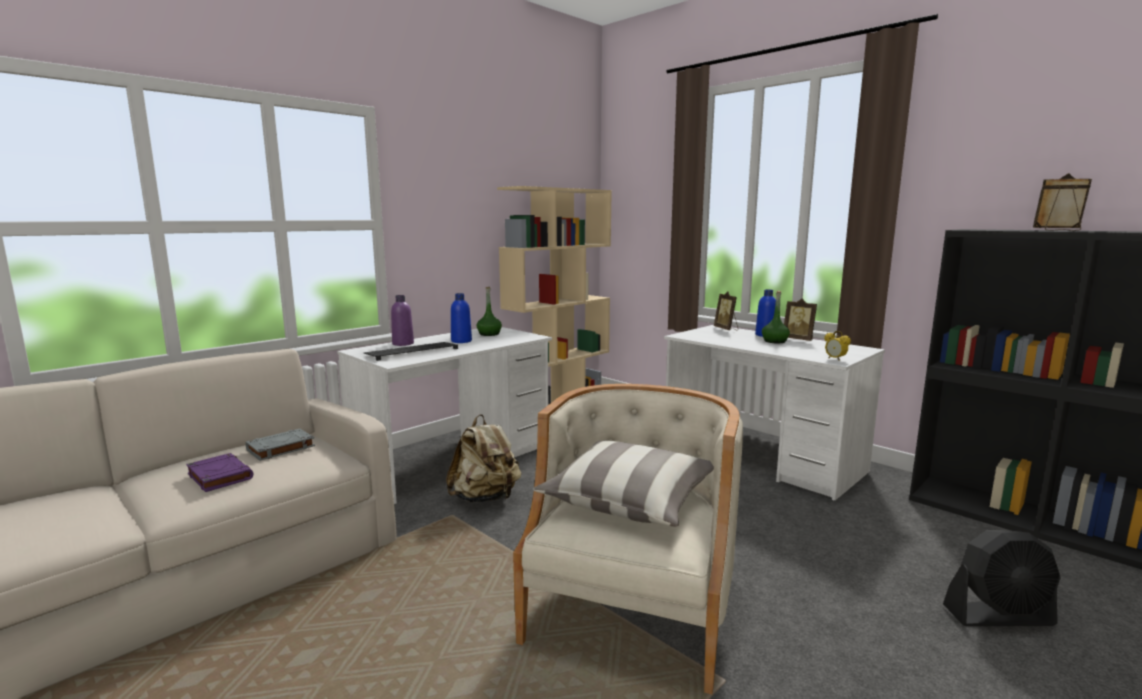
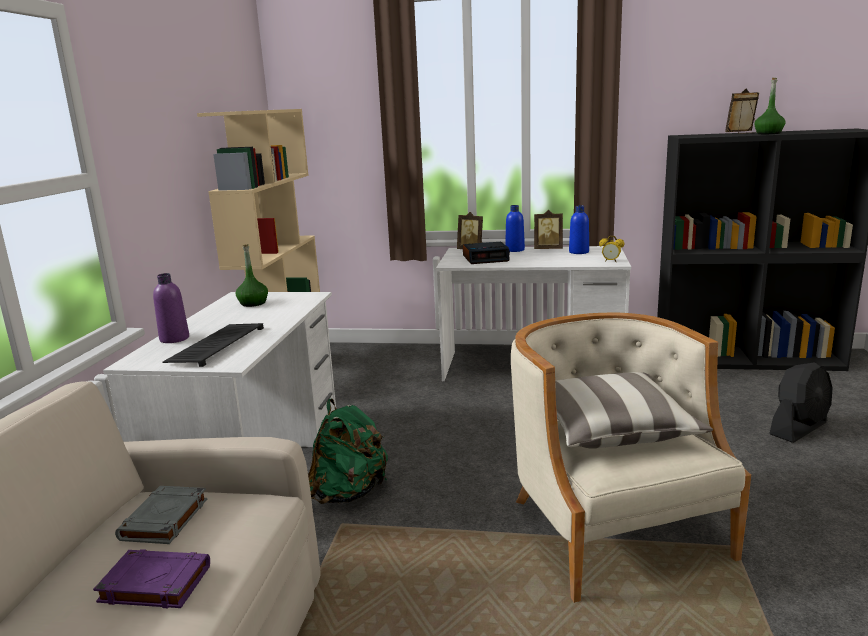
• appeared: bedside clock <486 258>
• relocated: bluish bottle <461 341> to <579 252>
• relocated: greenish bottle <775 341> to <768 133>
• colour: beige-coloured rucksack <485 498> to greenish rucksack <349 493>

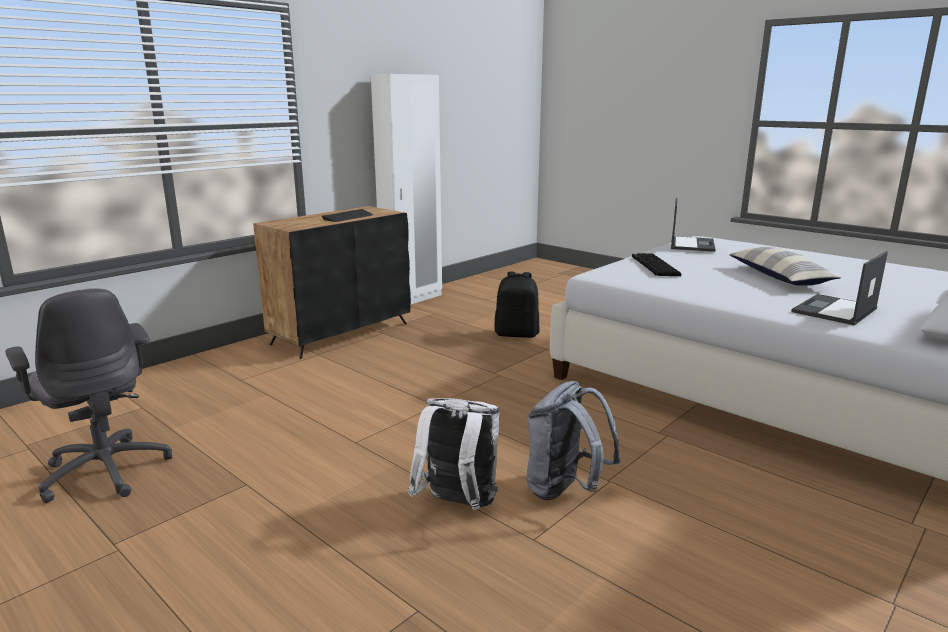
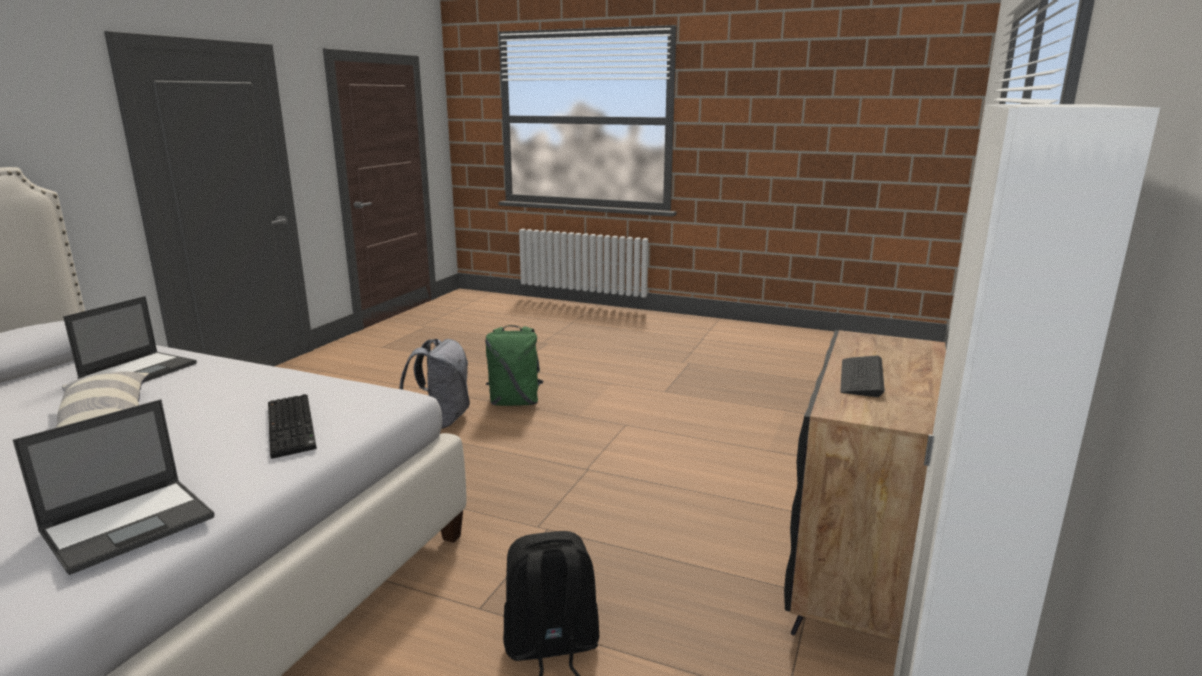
• missing: grey office chair <106 470>
• colour: white rucksack <457 505> to greenish rucksack <515 402>
• spun: notebook computer <692 244> = <130 523> 135 degrees counterclockwise

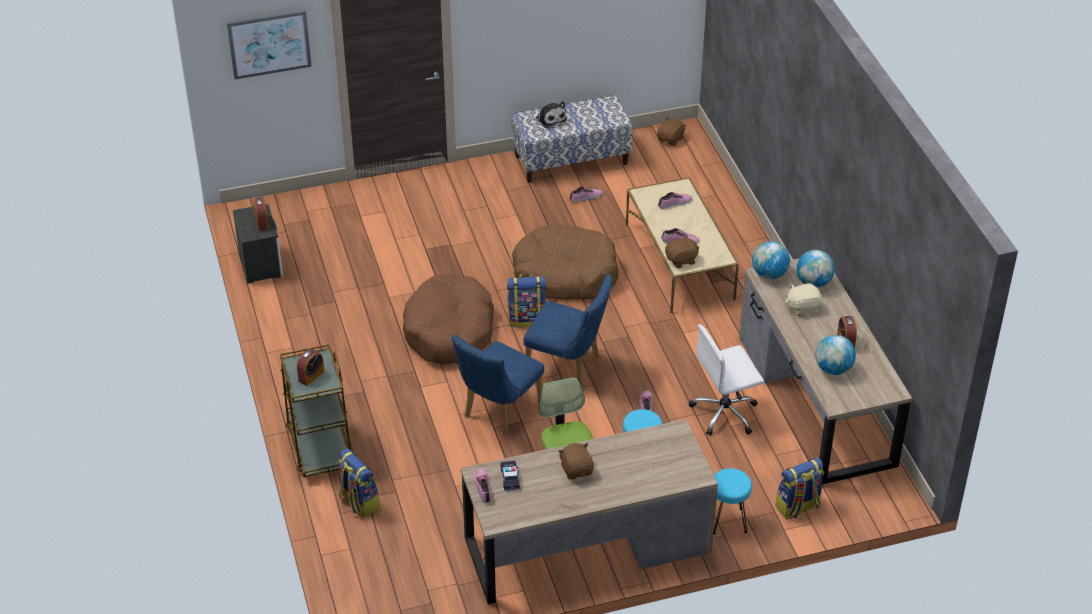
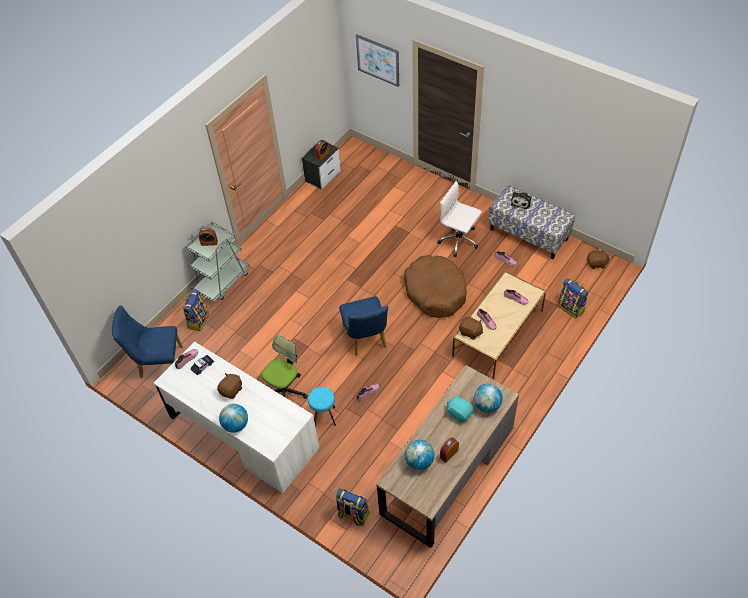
• missing: brown-coloured pet bed <449 331>
• missing: blue-green stool seat <727 521>
• relocated: bluish chair <498 412> to <157 363>
• relocated: rucksack <527 318> to <571 308>
• relocated: white office chair <725 413> to <459 241>
• relocated: desk globe <769 274> to <236 425>
• colour: brown-coloured wheeled cart <320 446> to grey wheeled cart <222 281>
• colour: brown-coloured desk <587 545> to white desk <243 432>
• colour: beige-coloured plush toy <802 307> to blue-green plush toy <459 413>

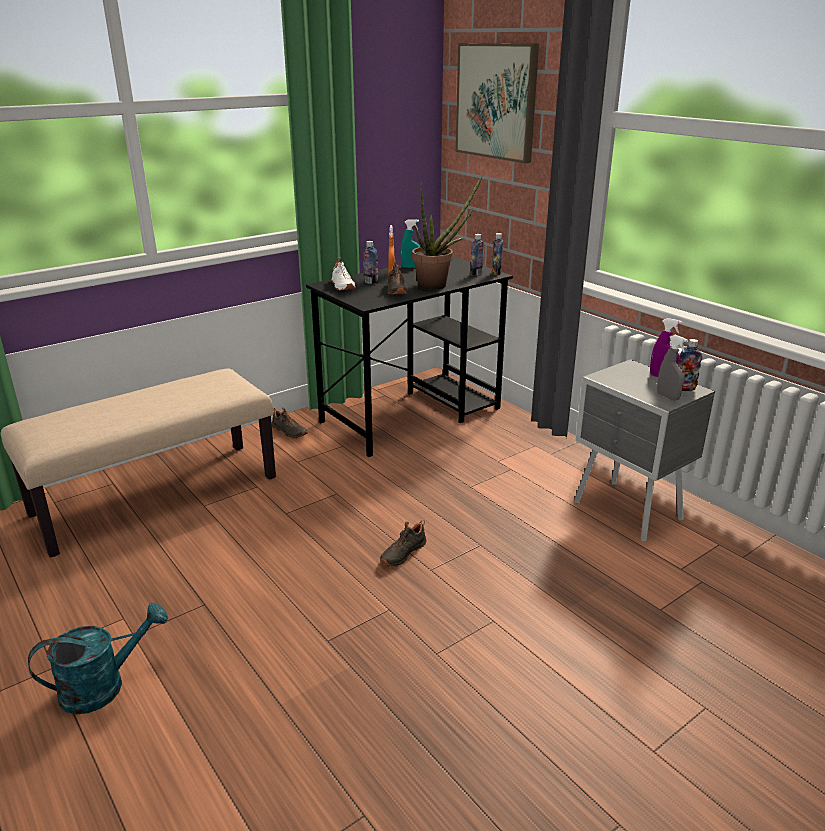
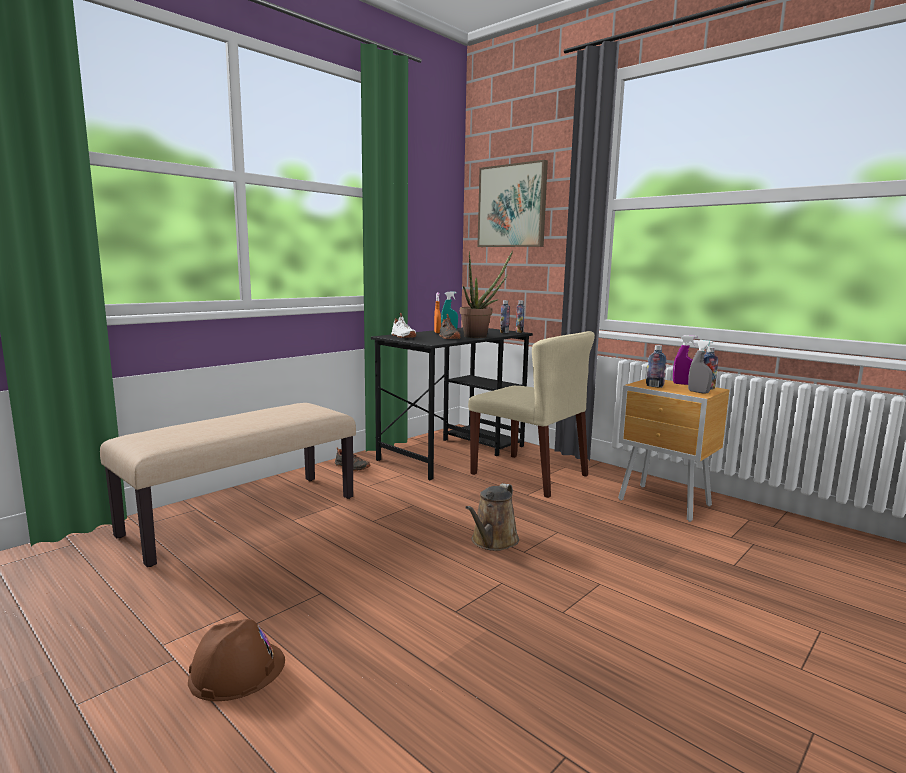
• appeared: beige-coloured chair <530 475>
• relocated: bottle <370 282> to <654 386>
• exchanged: blue-green watering can <104 686> to brown-coloured hard hat <237 670>
• exchanged: black shoe <402 553> to brown-coloured watering can <493 542>
• colour: grey bedside table <628 512> to brown-coloured bedside table <665 504>

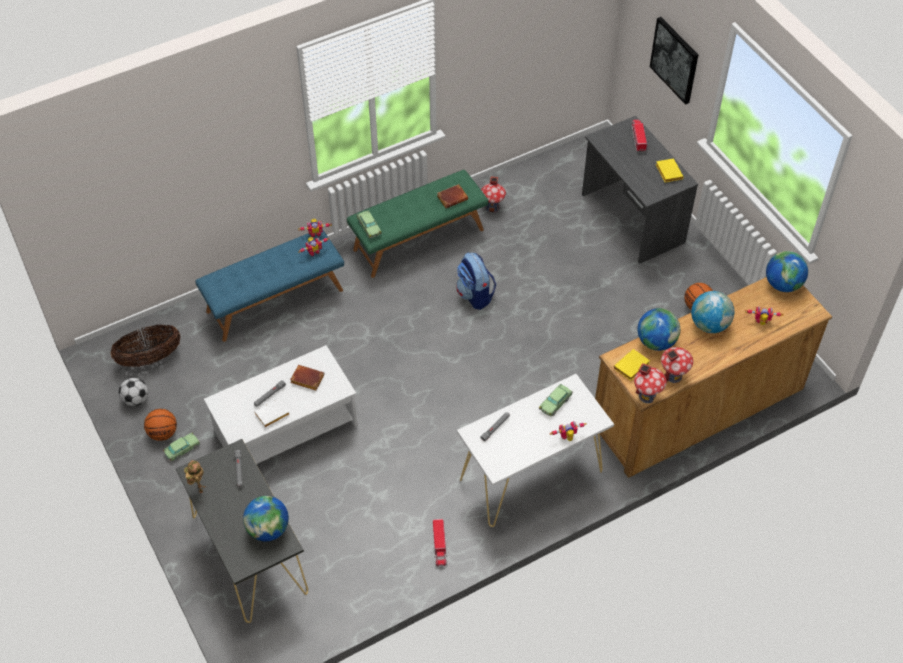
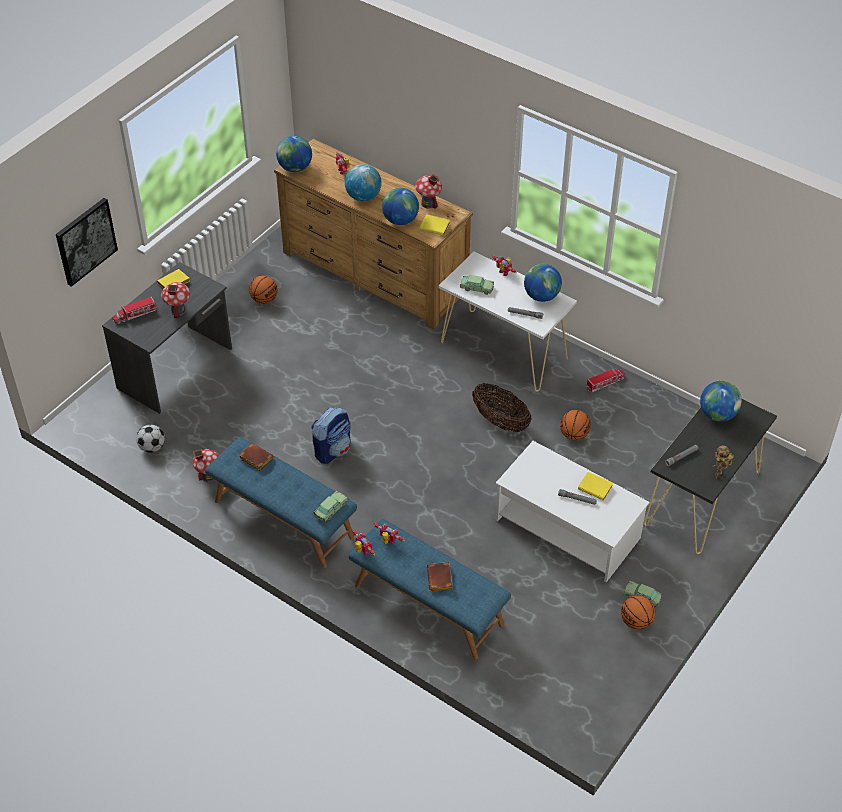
• appeared: desk globe <541 296>
• appeared: ball for basketball <574 435>
• relocated: storage basket <149 358> to <500 421>
• relocated: ball for football <135 400> to <152 447>
• relocated: brown-coloured book <306 380> to <440 579>
• relocated: model house <647 396> to <178 310>
• colour: white book <272 415> to yellow book <596 488>
• colour: greenish bench <418 239> to bluish bench <283 519>

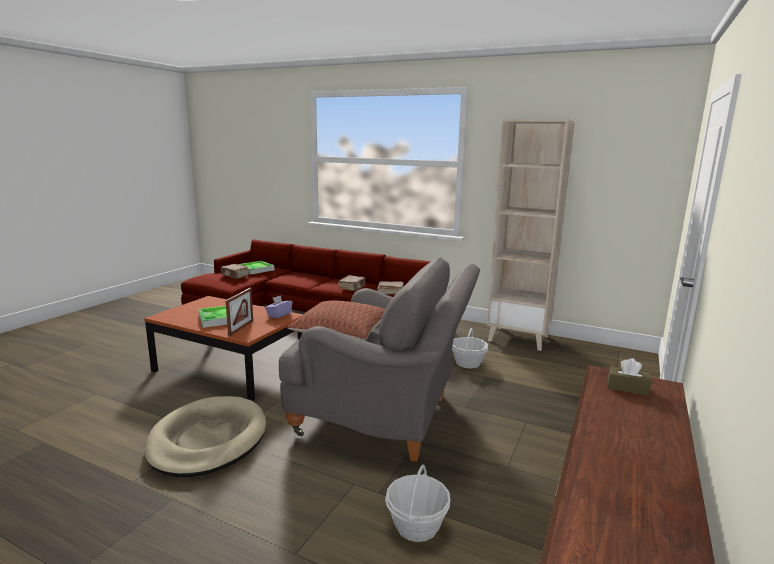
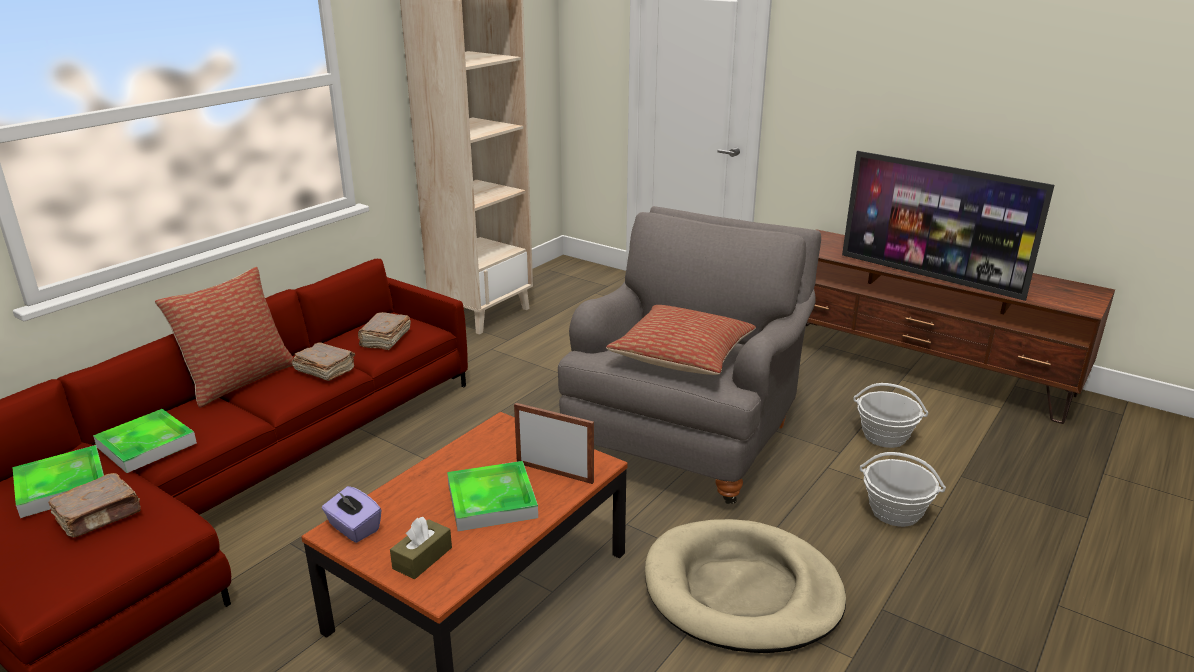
• appeared: carrying tray <146 445>
• appeared: cushion <239 380>
• appeared: television <930 276>
• relocated: purplish tissue holder <279 315> to <353 528>
• relocated: storage basket <468 363> to <895 512>
• relocated: brown-coloured tissue holder <627 388> to <422 558>

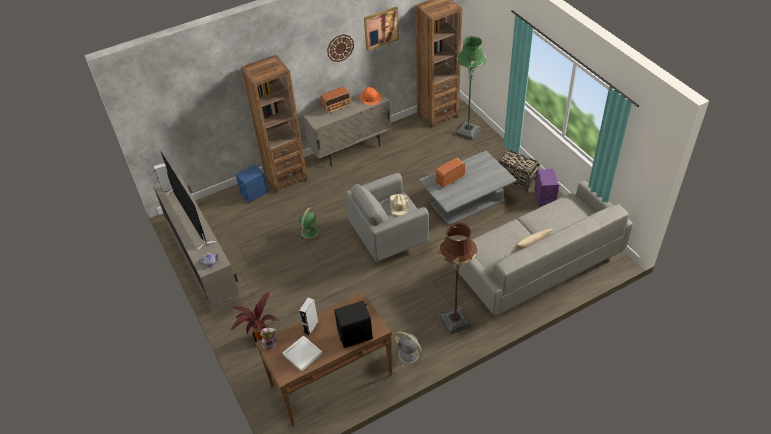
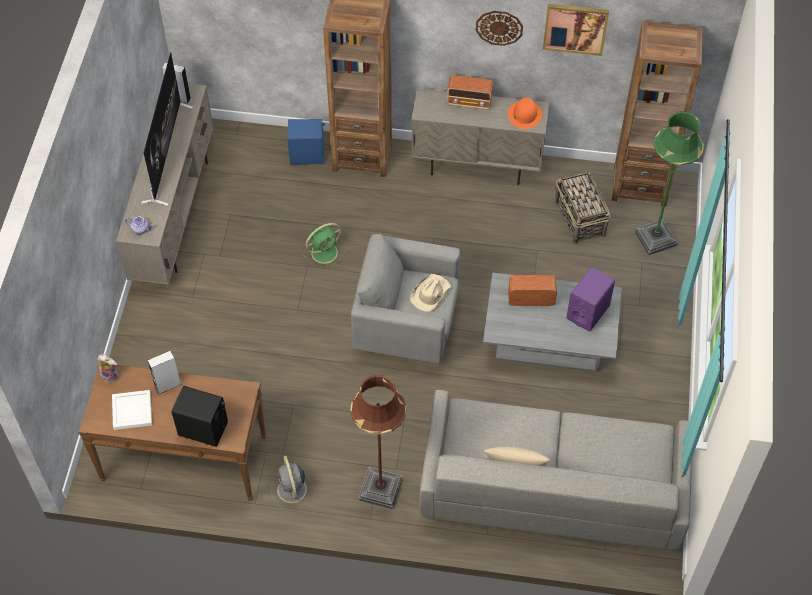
• missing: plant in a pot <261 337>
• relocated: storage basket <516 179> to <580 219>
• relocated: purplish audio speaker <544 197> to <588 312>

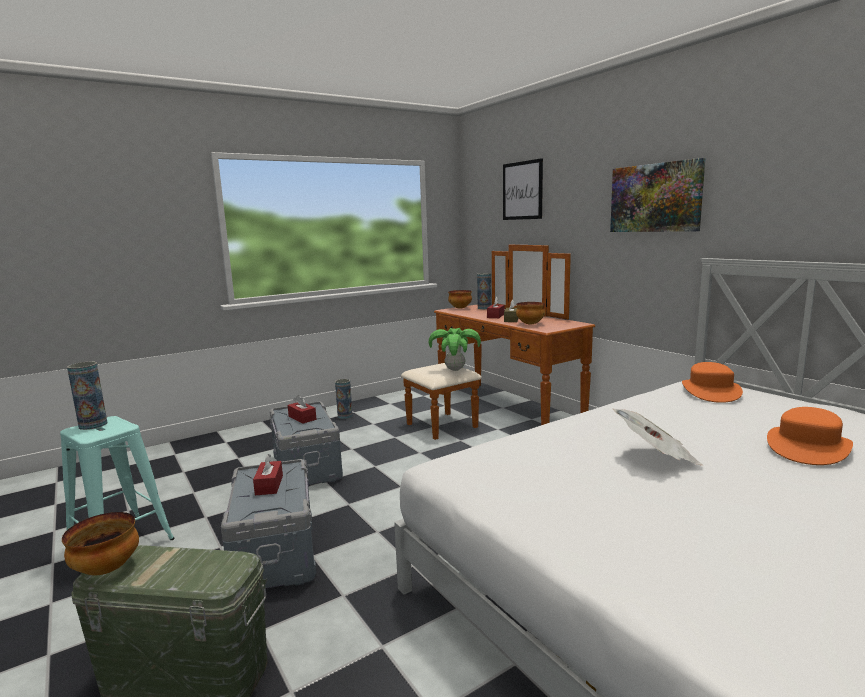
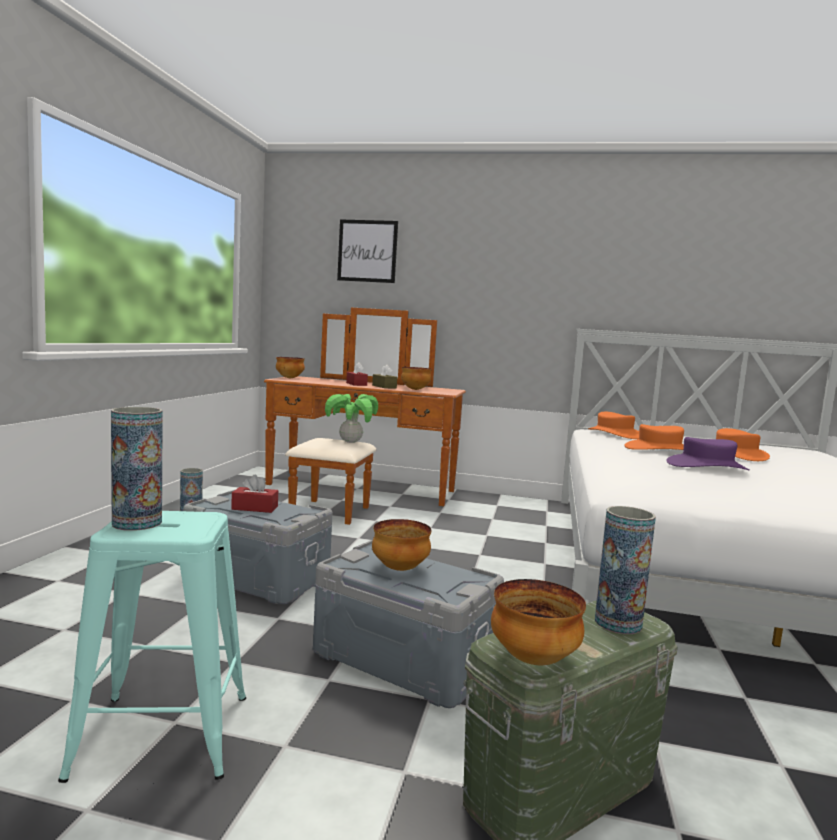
• missing: wall picture <655 198>
• appeared: orange-coloured hat <659 449>
• relocated: decorative vase <484 308> to <618 623>
• exchanged: red tissue holder <269 485> to bowl <399 568>
• exchanged: printed paper <656 457> to purplish hat <707 466>

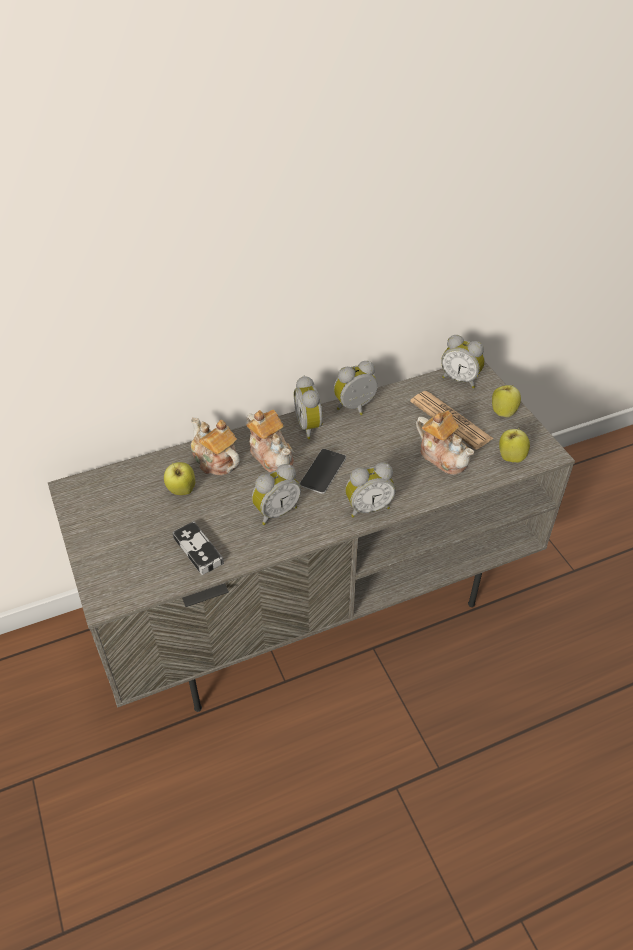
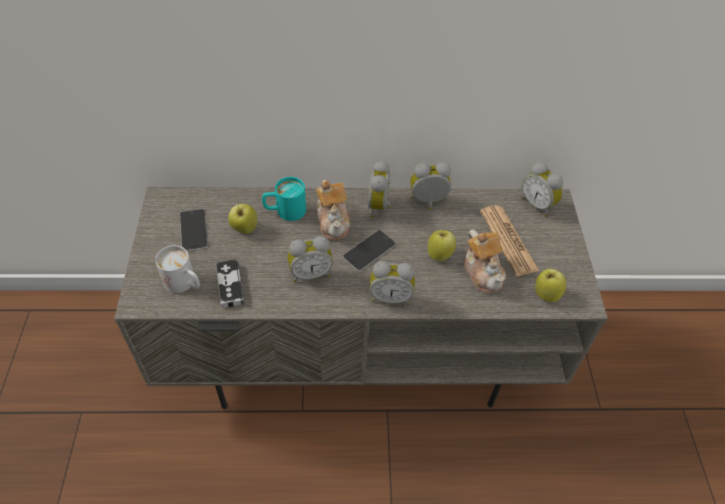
• appeared: white coffee mug <184 283>
• appeared: phone <193 230>
• relocated: apple <503 412> to <439 254>
• exchanged: tea pot <215 461> to blue-green coffee mug <285 211>

